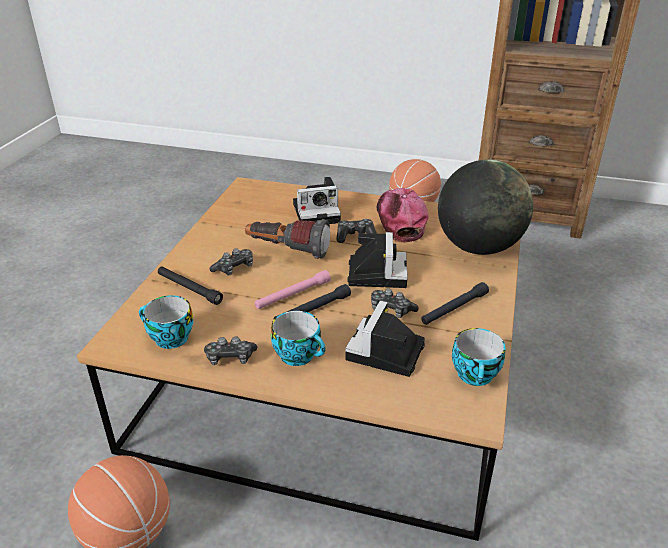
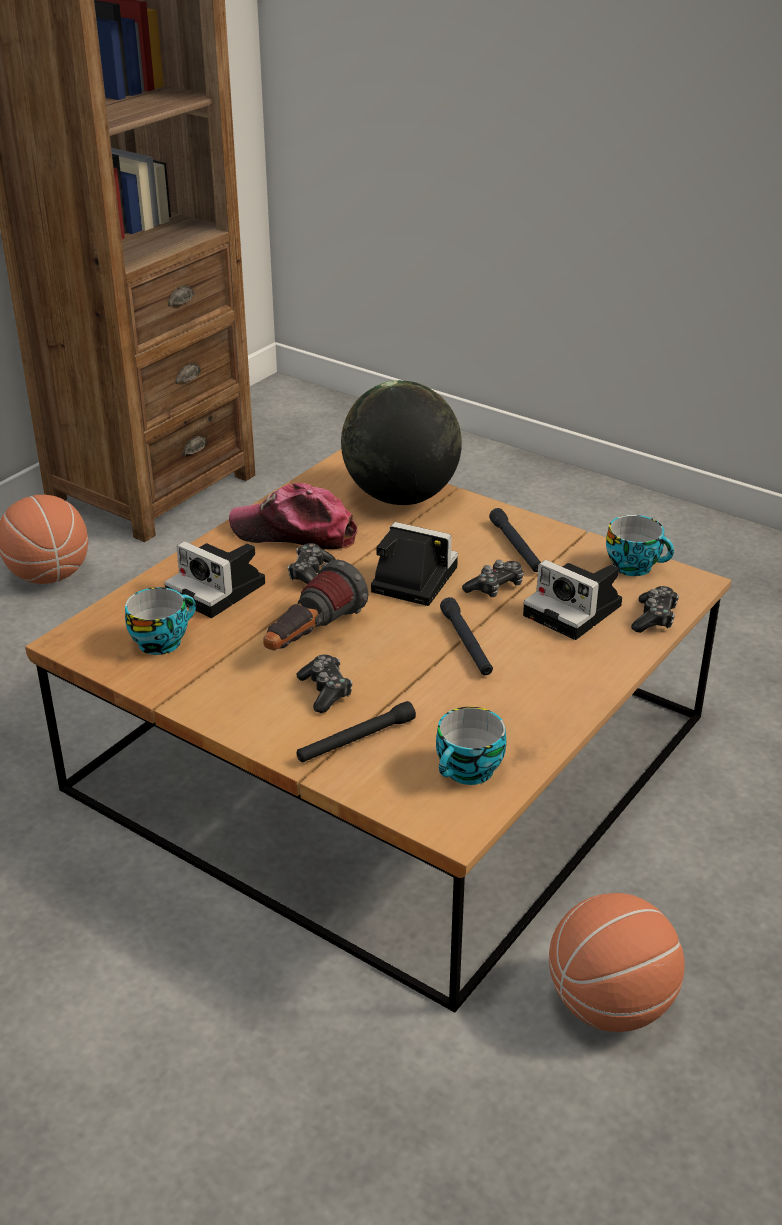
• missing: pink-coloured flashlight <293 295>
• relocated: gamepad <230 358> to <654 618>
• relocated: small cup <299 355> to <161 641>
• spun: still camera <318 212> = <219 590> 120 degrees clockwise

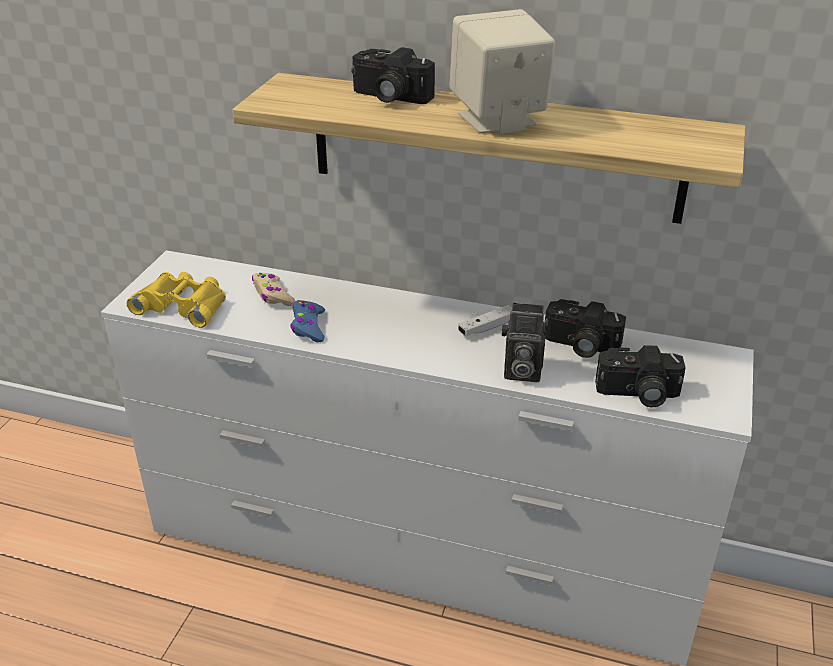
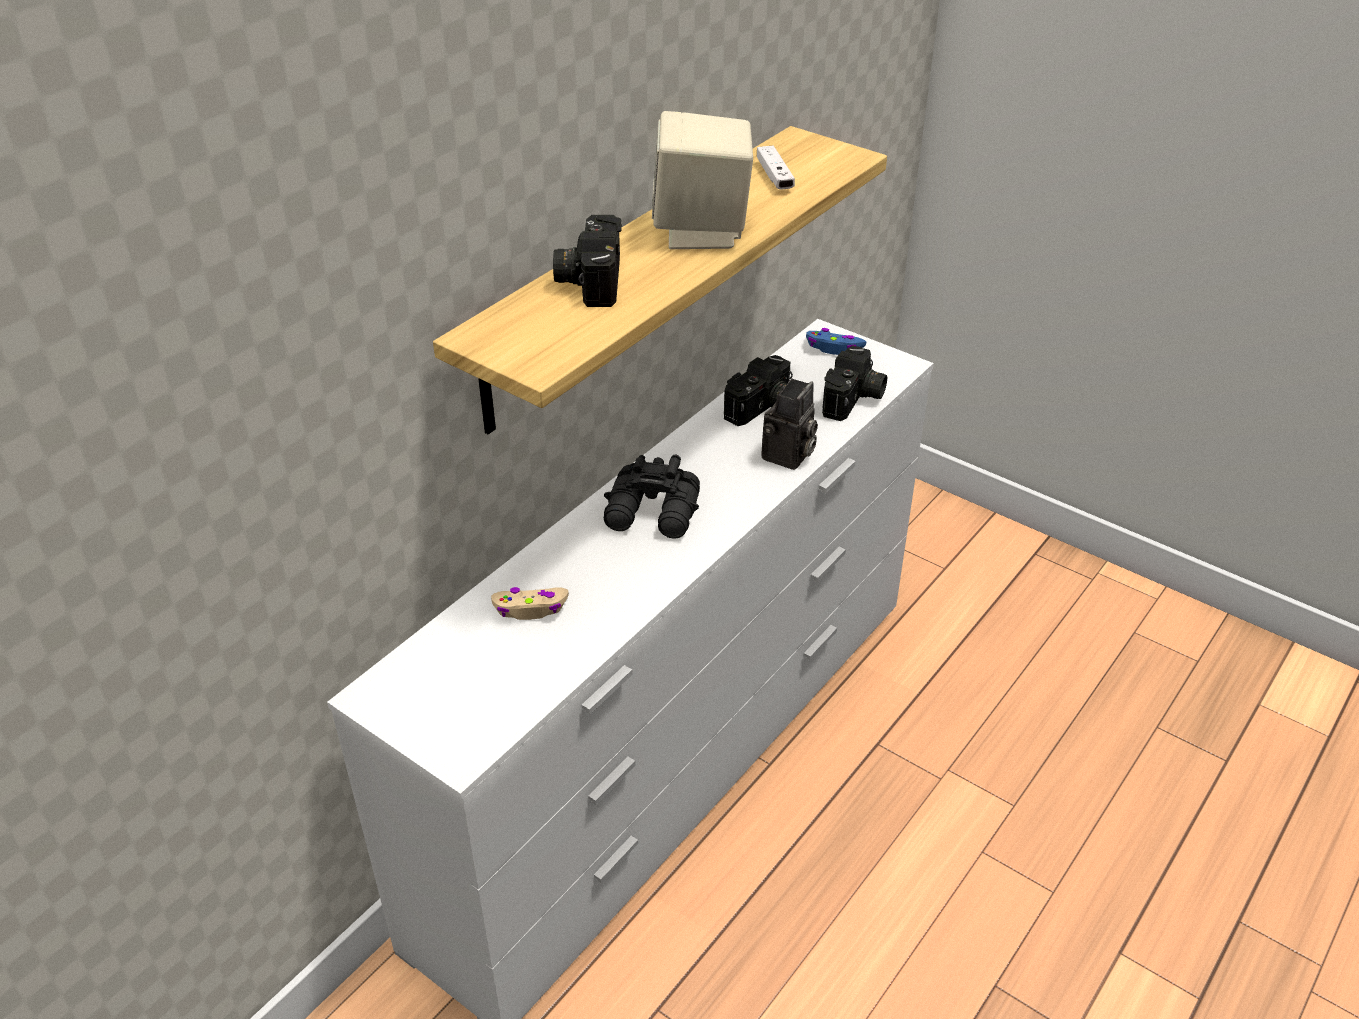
• missing: yellow binoculars <183 305>
• appeared: black binoculars <654 514>
• relocated: bluish gamepad <308 327> to <834 348>
• relocated: white gamepad <487 328> to <774 177>
• spun: still camera <388 97> = <589 279> 135 degrees clockwise

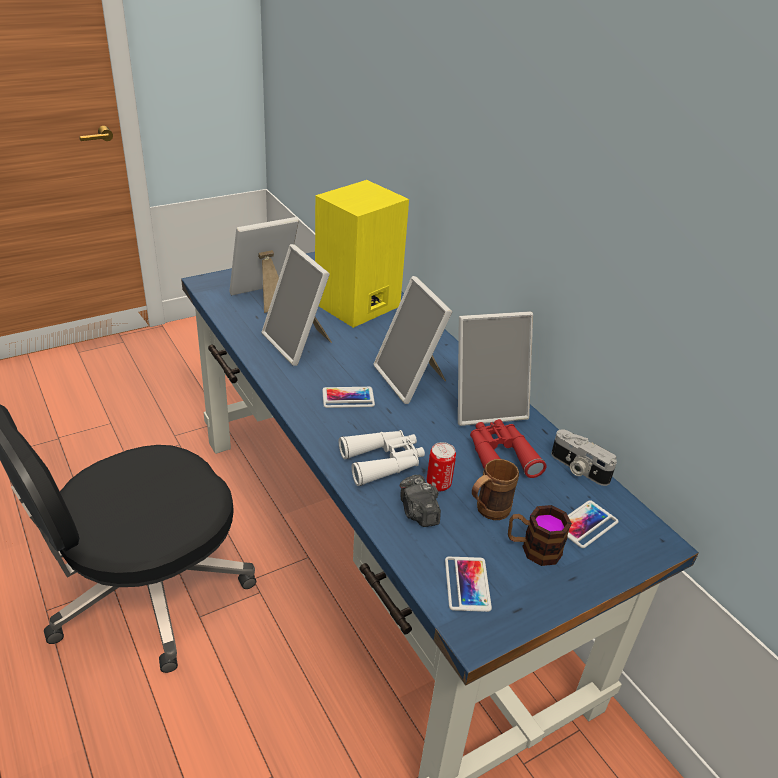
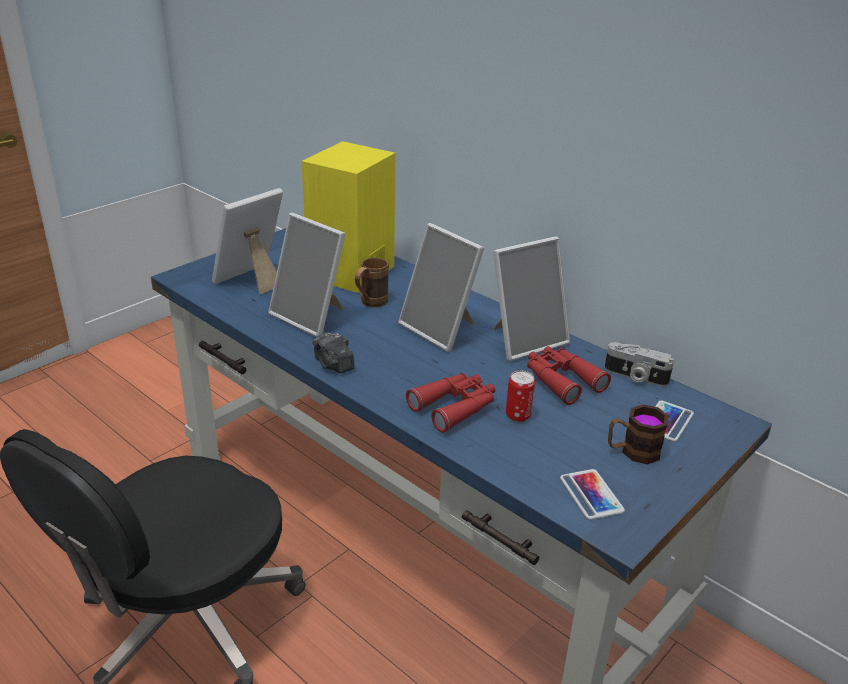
• missing: phone <348 398>
• relocated: still camera <418 512> to <333 364>
• relocated: brown-coloured coffee mug <487 512> to <370 303>
• colour: white binoculars <383 462> to red binoculars <455 407>

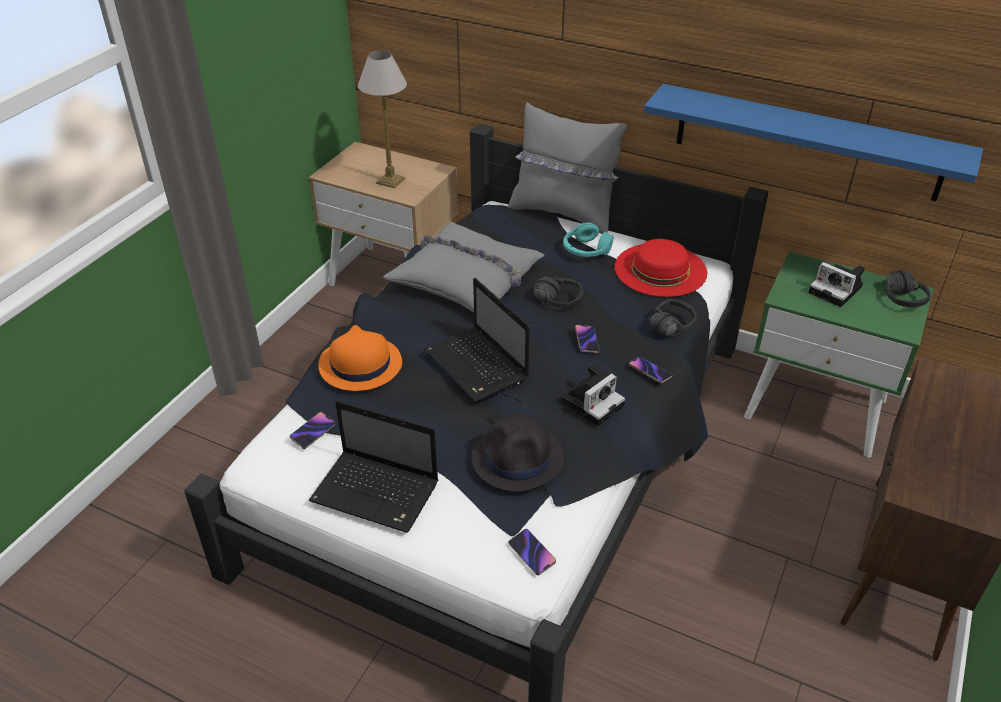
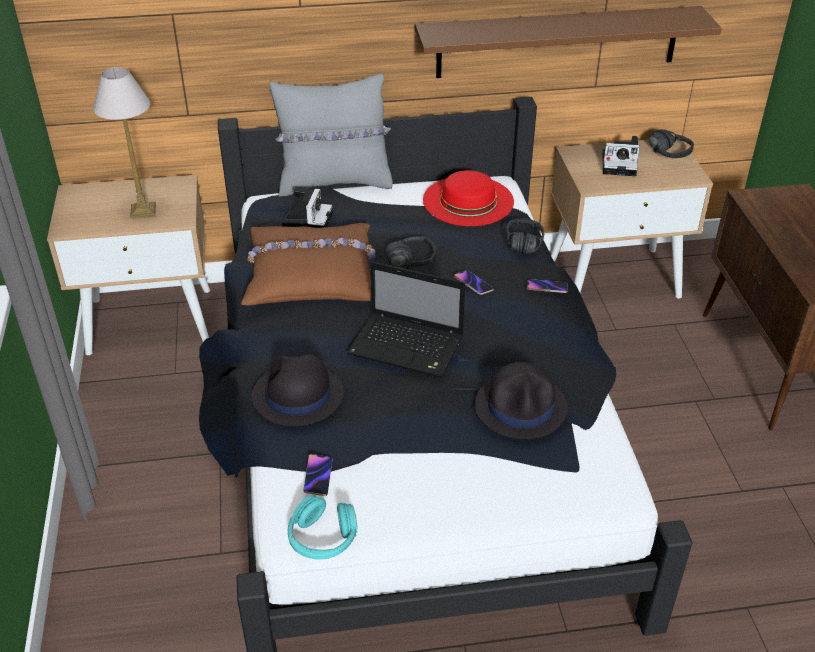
• missing: notebook computer <378 493>
• missing: phone <532 553>
• relocated: still camera <593 402> to <307 219>
• relocated: blue-green headphones <586 250> to <322 538>
• colour: orange-coloured hat <360 365> to black hat <297 395>
• colour: grey cushion <467 279> to brown-coloured cushion <311 276>
• colour: bluish wall shelf <807 142> to brown-coloured wall shelf <557 42>
• colour: greenish bedside table <816 408> to beige-coloured bedside table <614 277>

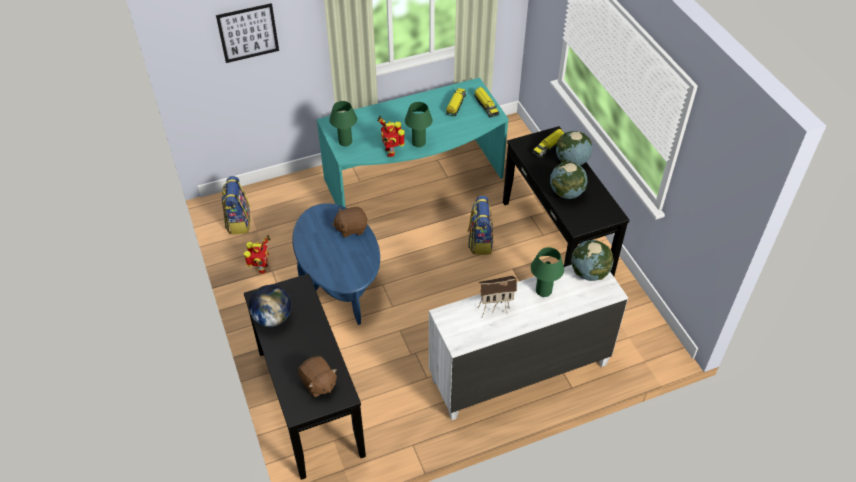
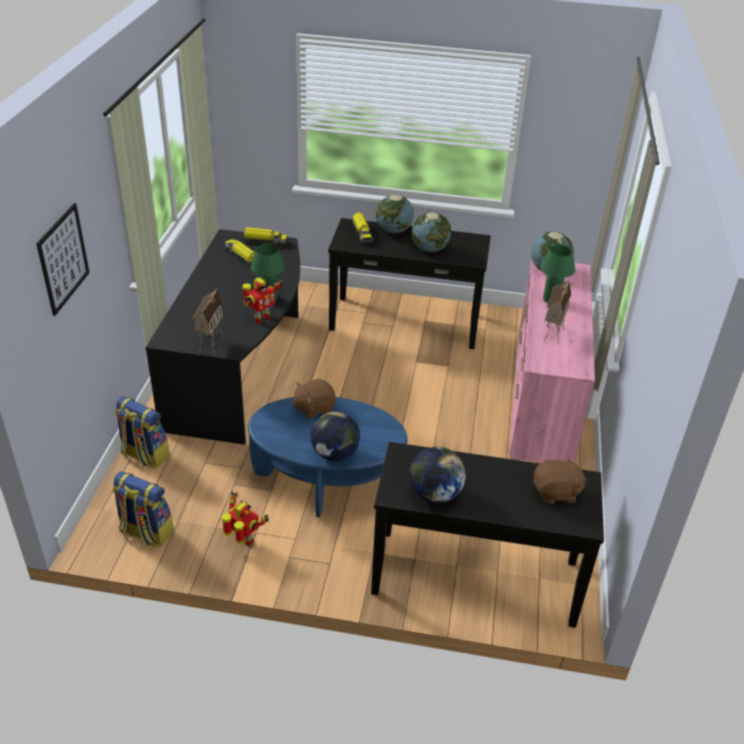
• appeared: desk globe <335 454>
• relocated: rucksack <480 242> to <144 455>
• exchanged: greenish lamp for a table <345 142> to model house <209 342>
• colour: blue-green desk <415 182> to black desk <240 370>
• colour: white chest of drawers <518 372> to pink-coloured chest of drawers <539 412>
• spun: brown-coloured plush toy <351 228> = <314 408> 45 degrees clockwise
• spun: robot figure <391 151> = <261 319> 60 degrees counterclockwise

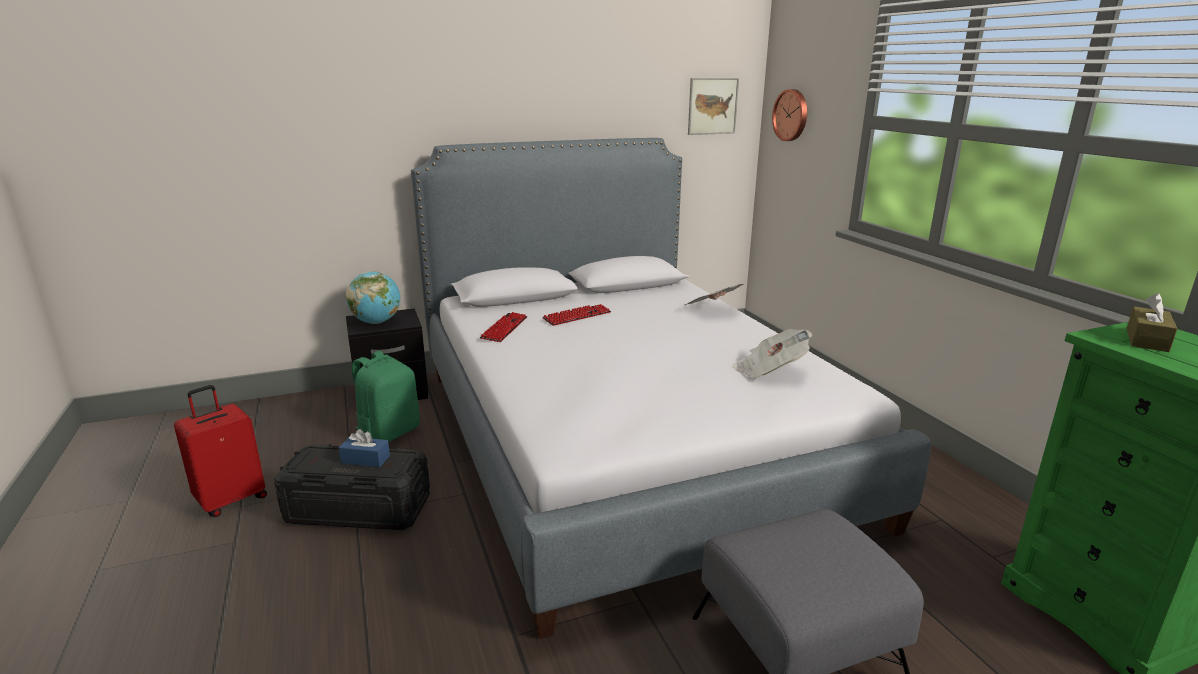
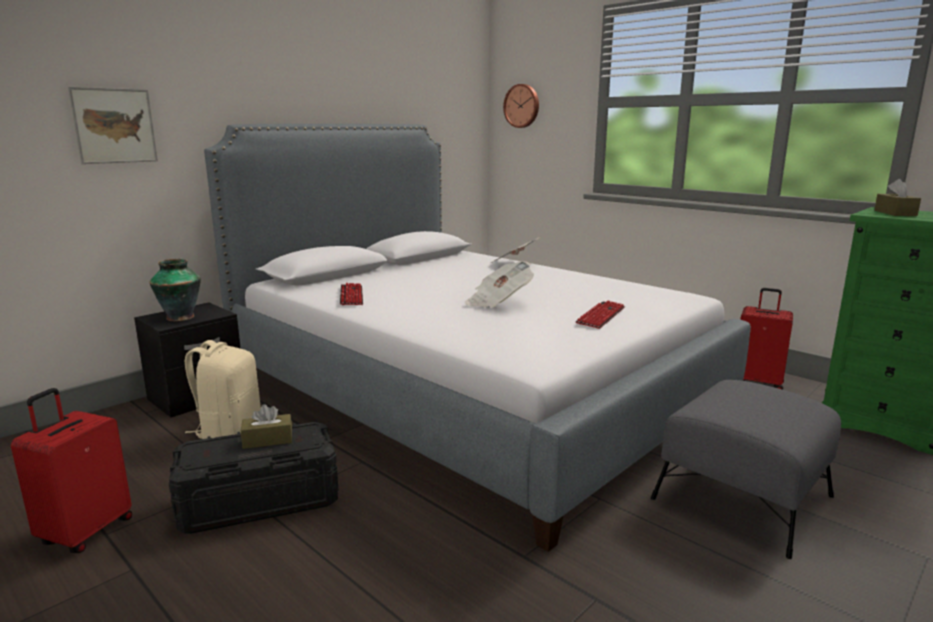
• appeared: red travel case <758 382>
• relocated: PC keyboard <577 316> to <601 316>
• relocated: wall picture <712 106> to <114 126>
• relocated: printed paper <769 371> to <498 302>
• exchanged: desk globe <376 322> to decorative vase <179 317>
• colour: bluish tissue holder <365 459> to brown-coloured tissue holder <268 440>
• colour: greenish rucksack <389 433> to beige-coloured rucksack <228 430>

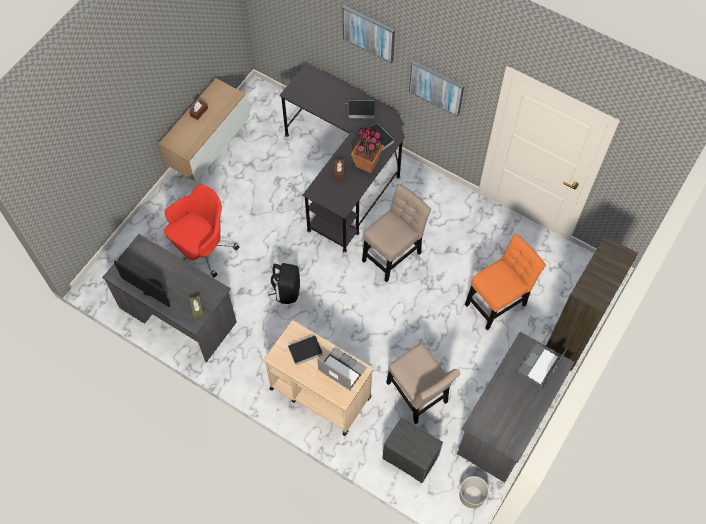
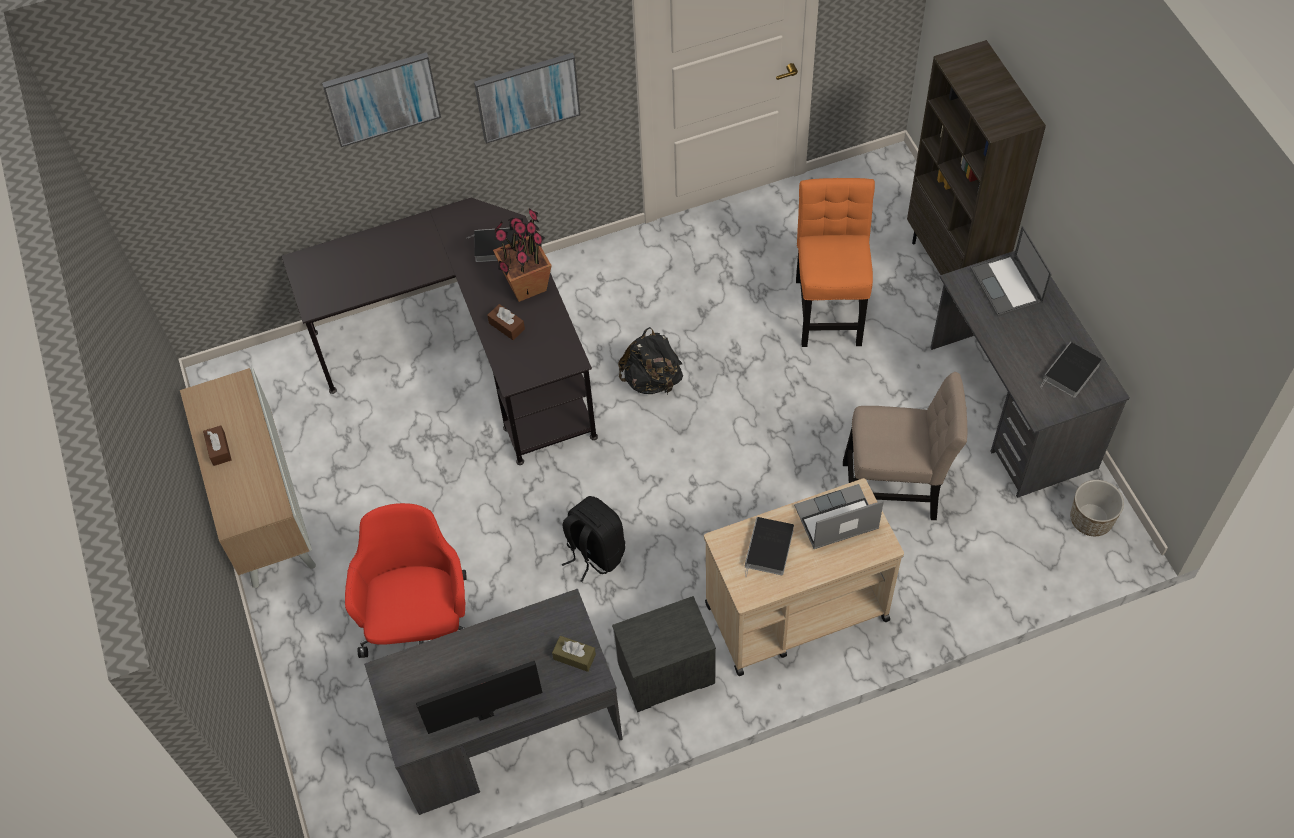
• relocated: book <360 110> to <1071 373>
• relocated: bedside table <409 456> to <664 672>
• exchanged: beige-coloured chair <393 254> to black rucksack <652 380>

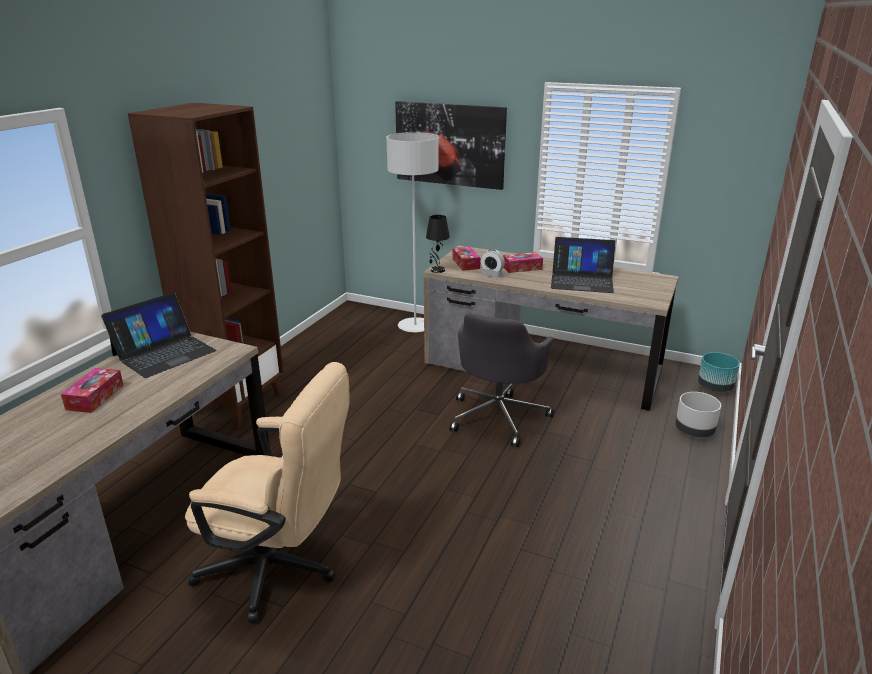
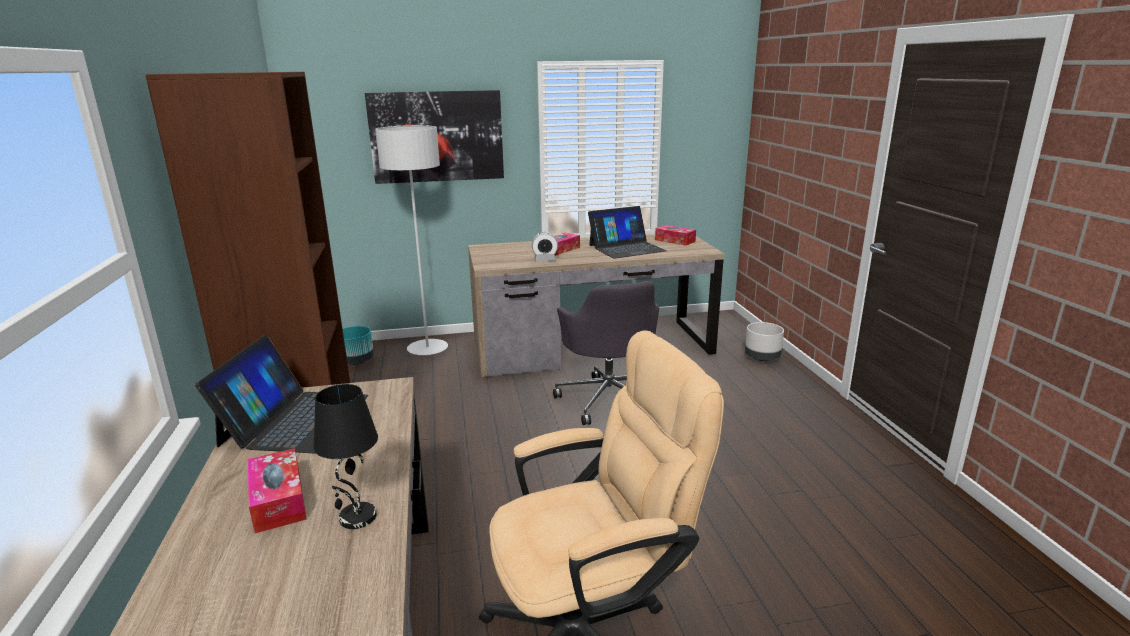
• relocated: black lamp for a table <437 270> to <357 518>
• relocated: tissue holder <466 263> to <675 240>
• relocated: blue-green plant pot <715 387> to <357 361>

